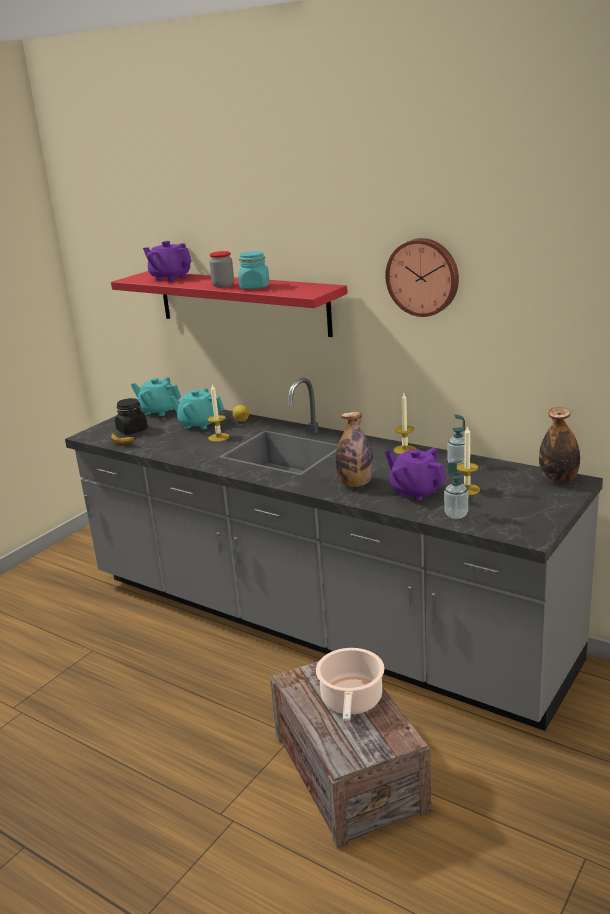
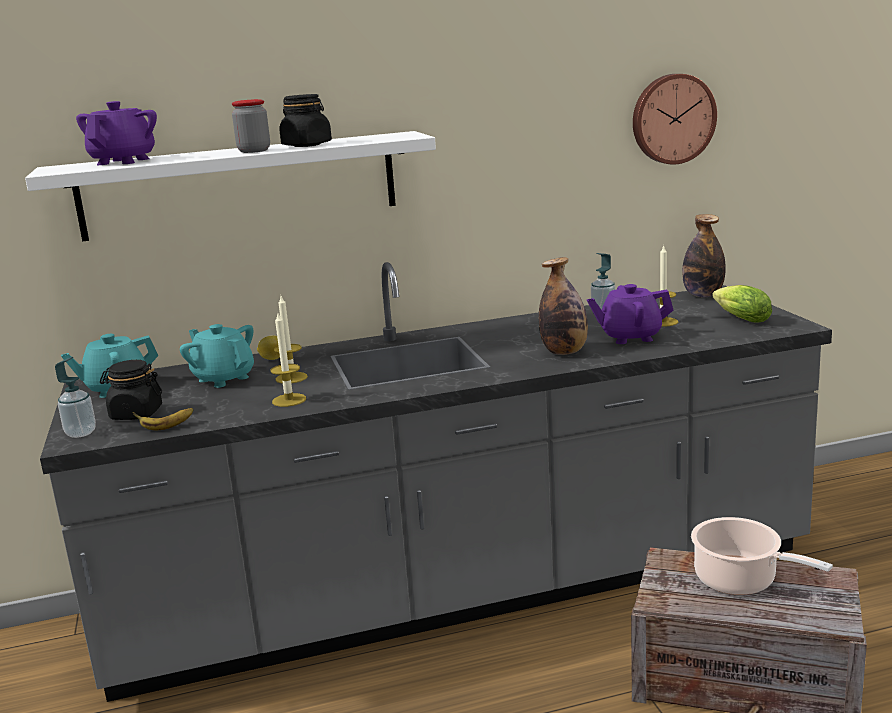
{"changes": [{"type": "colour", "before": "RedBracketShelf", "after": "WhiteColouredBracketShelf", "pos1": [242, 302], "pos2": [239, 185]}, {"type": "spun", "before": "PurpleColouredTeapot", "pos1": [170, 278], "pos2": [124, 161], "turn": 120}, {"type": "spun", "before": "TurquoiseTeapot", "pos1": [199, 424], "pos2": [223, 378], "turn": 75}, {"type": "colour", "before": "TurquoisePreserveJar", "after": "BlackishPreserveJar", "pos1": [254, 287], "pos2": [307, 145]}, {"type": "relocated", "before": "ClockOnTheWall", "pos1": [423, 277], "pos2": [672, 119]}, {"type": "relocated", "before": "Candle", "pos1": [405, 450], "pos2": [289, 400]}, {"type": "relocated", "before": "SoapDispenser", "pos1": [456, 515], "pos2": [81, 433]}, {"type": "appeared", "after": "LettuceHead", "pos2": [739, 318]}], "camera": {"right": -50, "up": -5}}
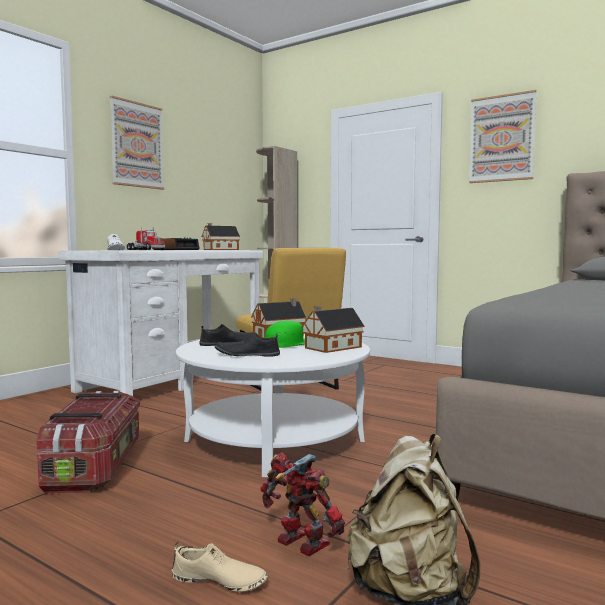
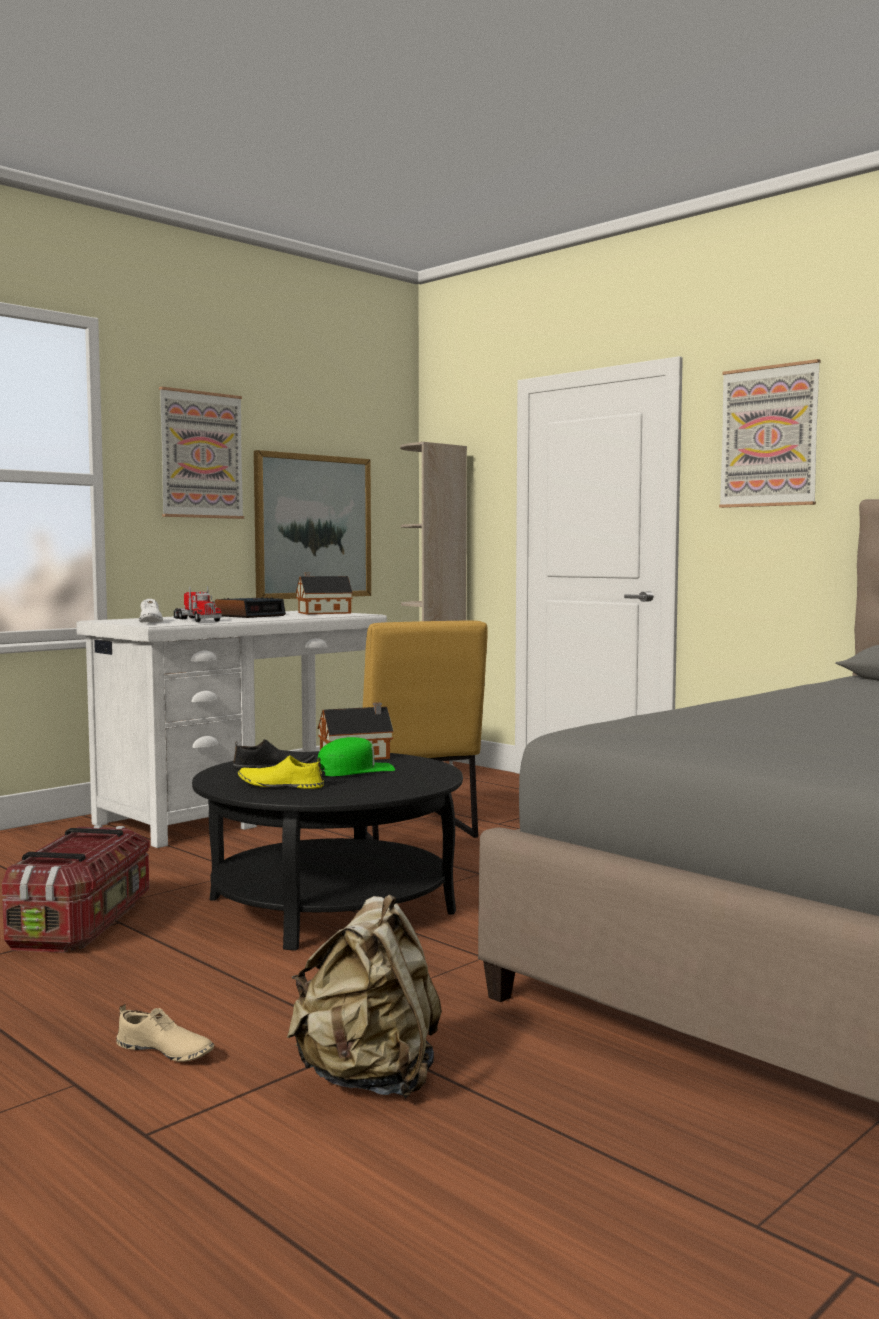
{"changes": [{"type": "colour", "before": "WhiteColouredCoffeeTable", "after": "BlackishCoffeeTable", "pos1": [274, 440], "pos2": [330, 905]}, {"type": "colour", "before": "BlackishLowShoe", "after": "YellowLowShoe", "pos1": [247, 355], "pos2": [280, 785]}, {"type": "missing", "before": "ModelRobot", "pos1": [300, 545]}, {"type": "missing", "before": "ToyHouse", "pos1": [331, 348]}, {"type": "appeared", "after": "WallArt", "pos2": [313, 526]}], "camera": {"right": 10, "up": 0}}
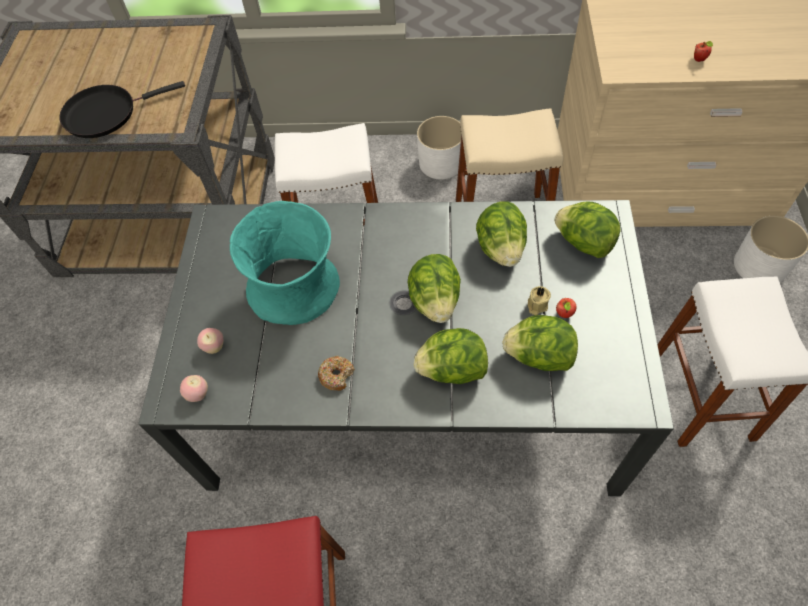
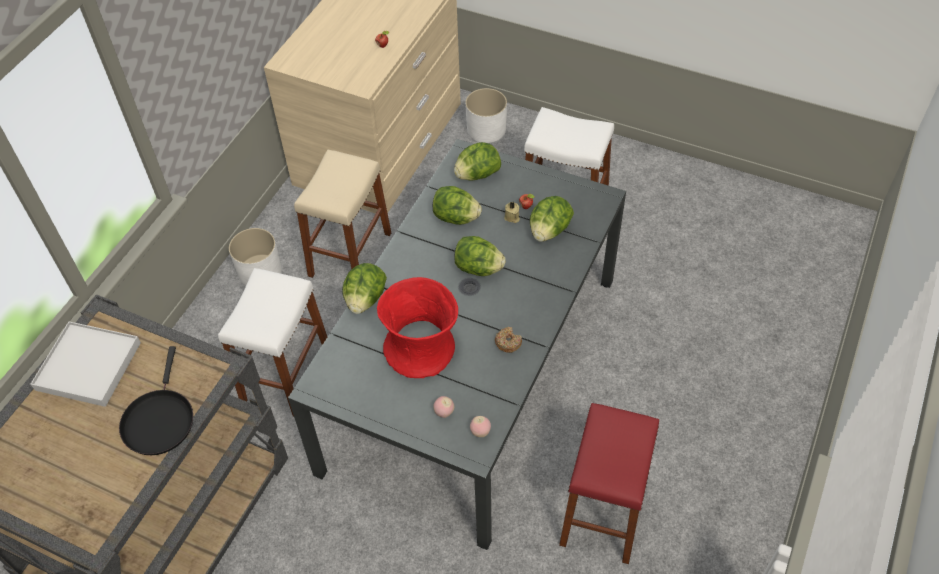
{"changes": [{"type": "colour", "before": "TurquoiseFlowerVase", "after": "RedFlowerVase", "pos1": [295, 290], "pos2": [421, 347]}, {"type": "relocated", "before": "LettuceHead", "pos1": [452, 369], "pos2": [365, 299]}, {"type": "appeared", "after": "WhiteColouredCarryingTray", "pos2": [88, 366]}], "camera": {"right": -70, "up": -5}}
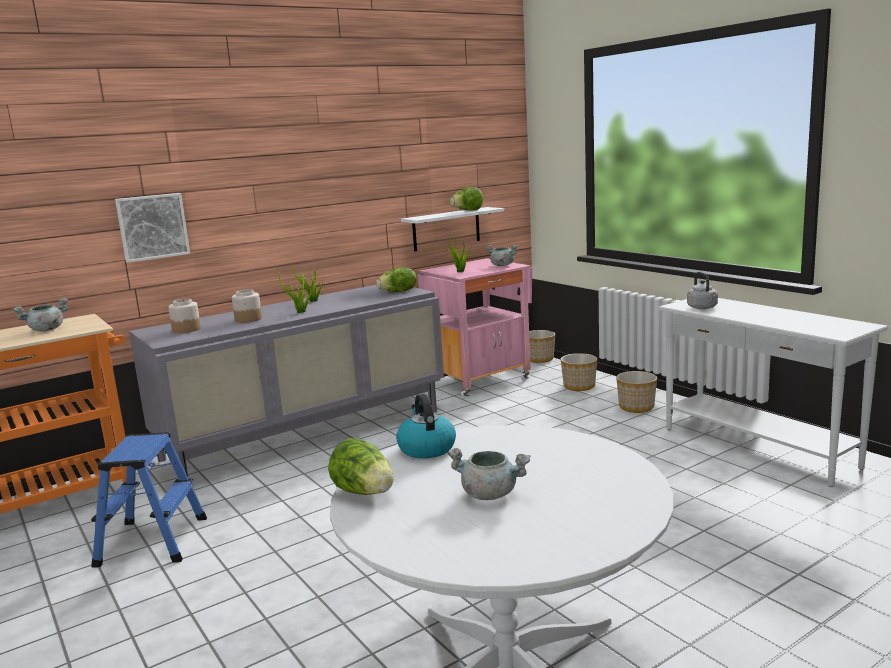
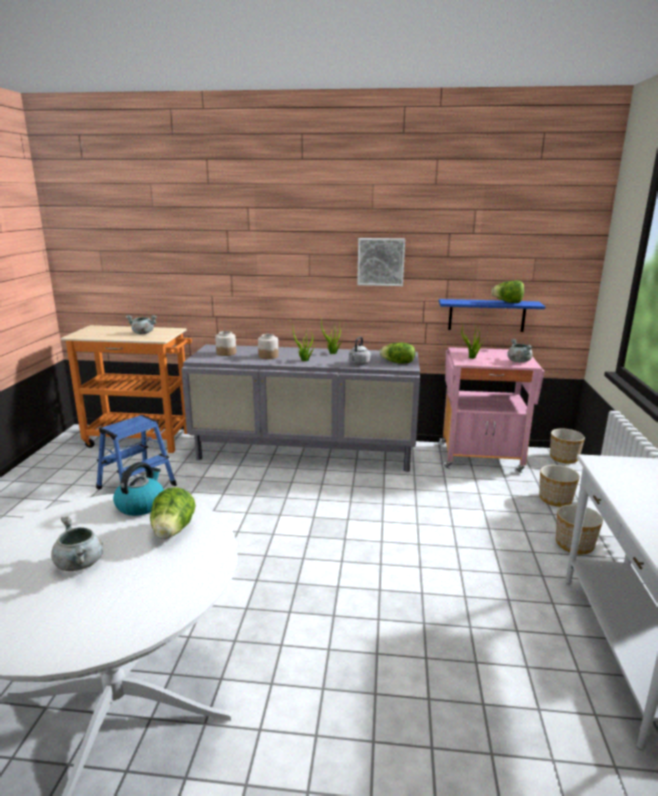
{"changes": [{"type": "relocated", "before": "WallArt", "pos1": [152, 226], "pos2": [381, 261]}, {"type": "relocated", "before": "LettuceHead", "pos1": [365, 492], "pos2": [173, 531]}, {"type": "colour", "before": "WhiteColouredBracketShelf", "after": "BluishBracketShelf", "pos1": [446, 229], "pos2": [486, 315]}, {"type": "relocated", "before": "GrayKettle", "pos1": [703, 308], "pos2": [358, 364]}], "camera": {"right": 40, "up": 5}}
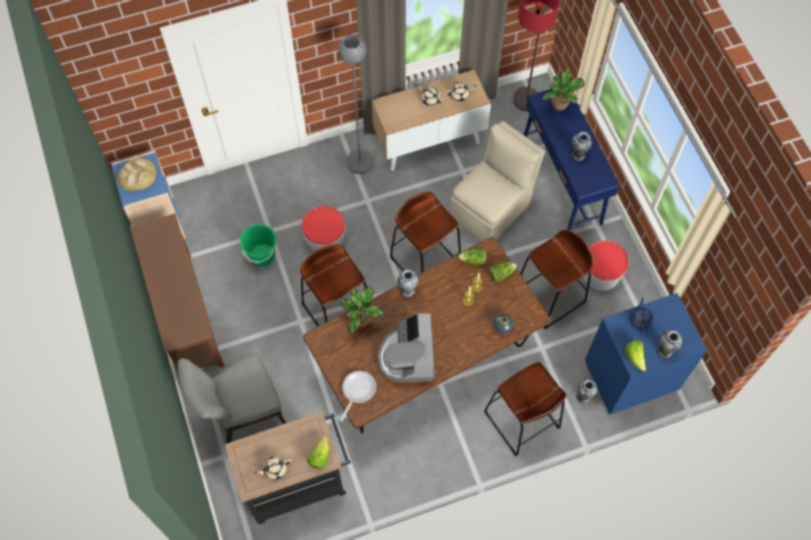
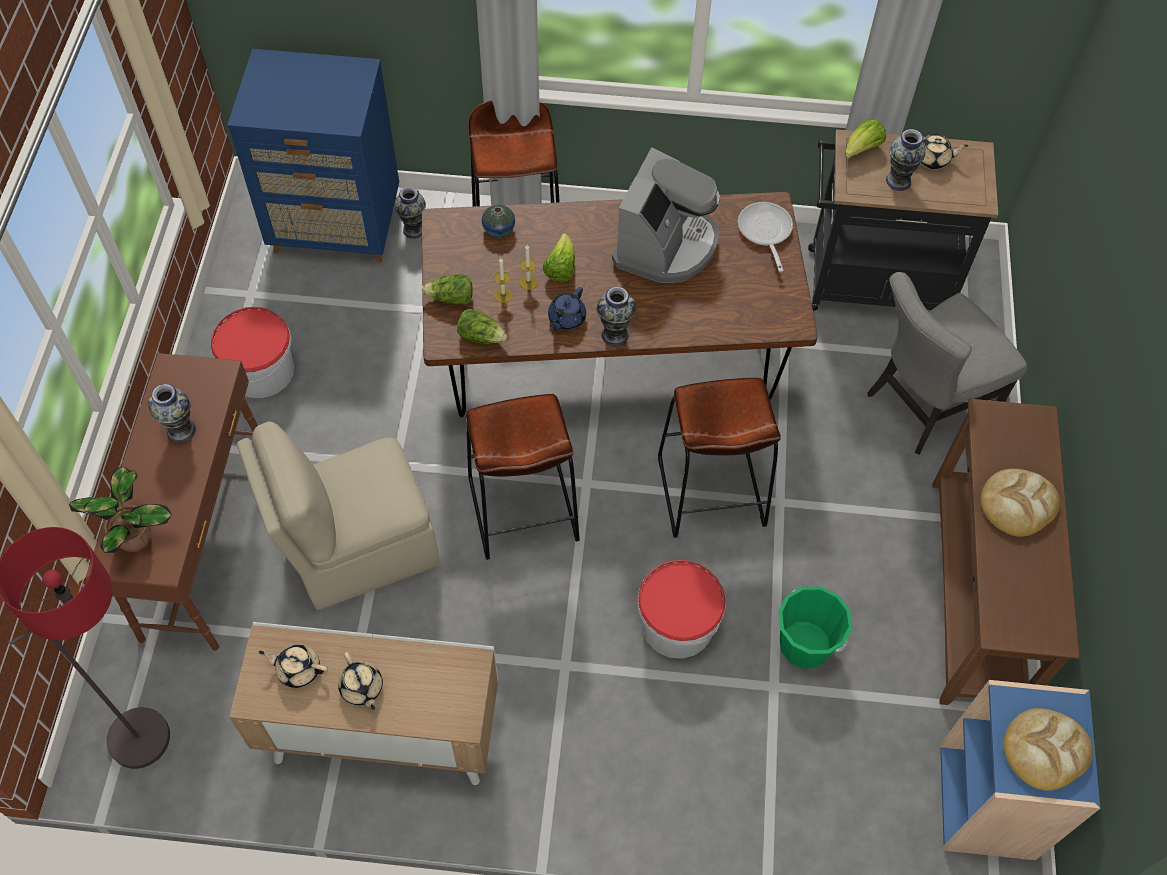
{"changes": [{"type": "spun", "before": "GrayPlainChair", "pos1": [241, 413], "pos2": [924, 405], "turn": 150}, {"type": "missing", "before": "GrayFloorLamp", "pos1": [360, 162]}, {"type": "spun", "before": "Skillet", "pos1": [357, 391], "pos2": [765, 232], "turn": 120}, {"type": "missing", "before": "Houseplant", "pos1": [362, 321]}, {"type": "missing", "before": "BrownishStoolSeat", "pos1": [549, 296]}, {"type": "colour", "before": "BluishConsoleTable", "after": "BrownishConsoleTable", "pos1": [560, 183], "pos2": [209, 541]}, {"type": "relocated", "before": "LettuceHead", "pos1": [634, 357], "pos2": [560, 268]}, {"type": "relocated", "before": "BluishTeapot", "pos1": [640, 320], "pos2": [566, 318]}, {"type": "relocated", "before": "FlowerVase", "pos1": [664, 351], "pos2": [898, 181]}, {"type": "appeared", "after": "BakeryBread", "pos2": [1017, 504]}], "camera": {"right": -155, "up": -5}}
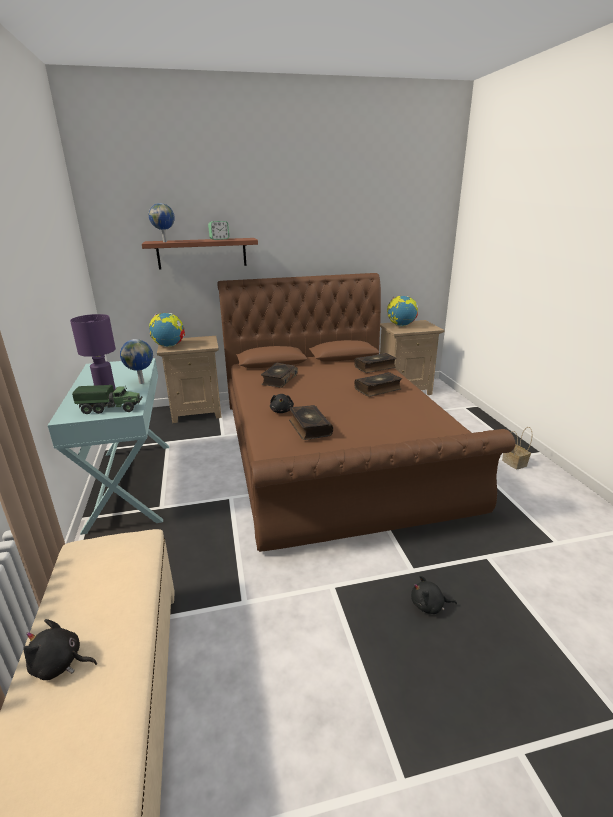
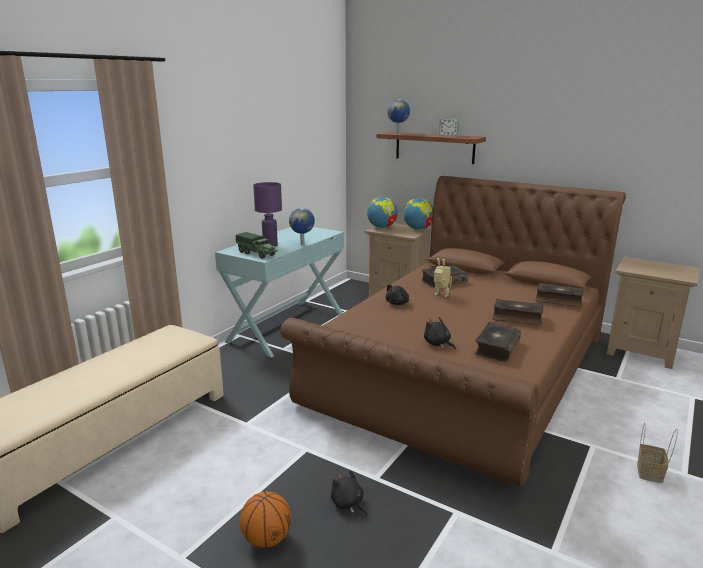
{"changes": [{"type": "relocated", "before": "BlackishPlushToy", "pos1": [60, 664], "pos2": [438, 344]}, {"type": "relocated", "before": "BoundBook", "pos1": [309, 428], "pos2": [496, 348]}, {"type": "relocated", "before": "Globe", "pos1": [401, 325], "pos2": [418, 229]}, {"type": "appeared", "after": "BasketballBall", "pos2": [267, 539]}, {"type": "appeared", "after": "ModelRobot", "pos2": [440, 295]}], "camera": {"right": 45, "up": -5}}
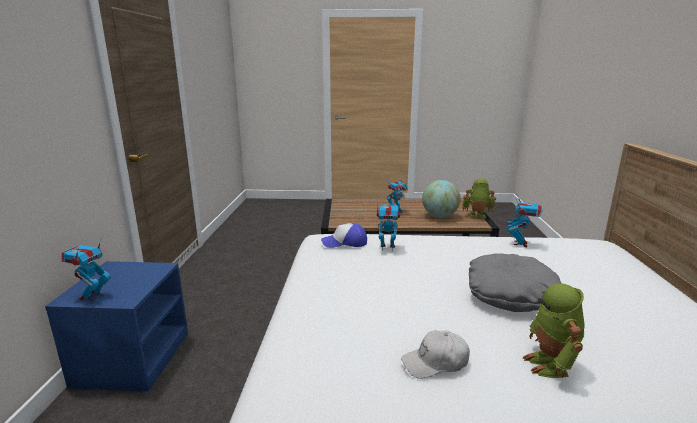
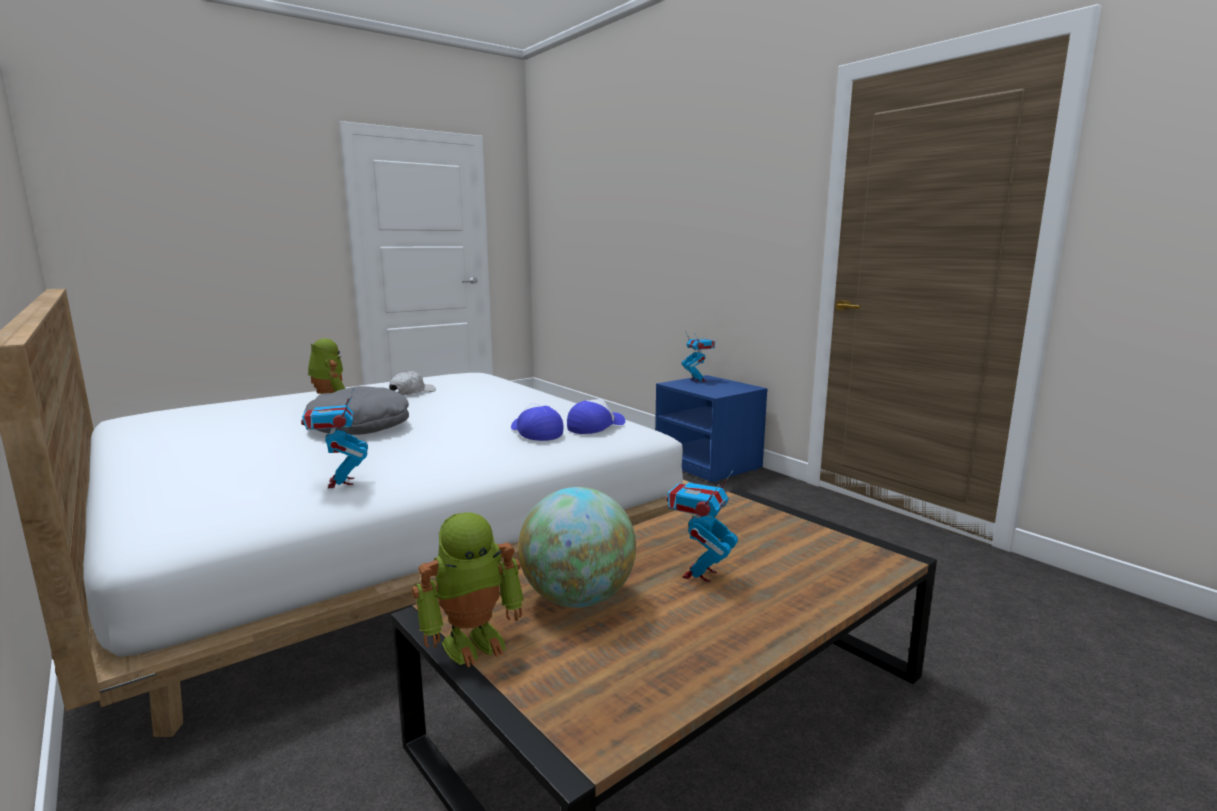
{"changes": [{"type": "exchanged", "before": "ModelRobot", "after": "Cap", "pos1": [387, 248], "pos2": [535, 432]}], "camera": {"right": 140, "up": -5}}
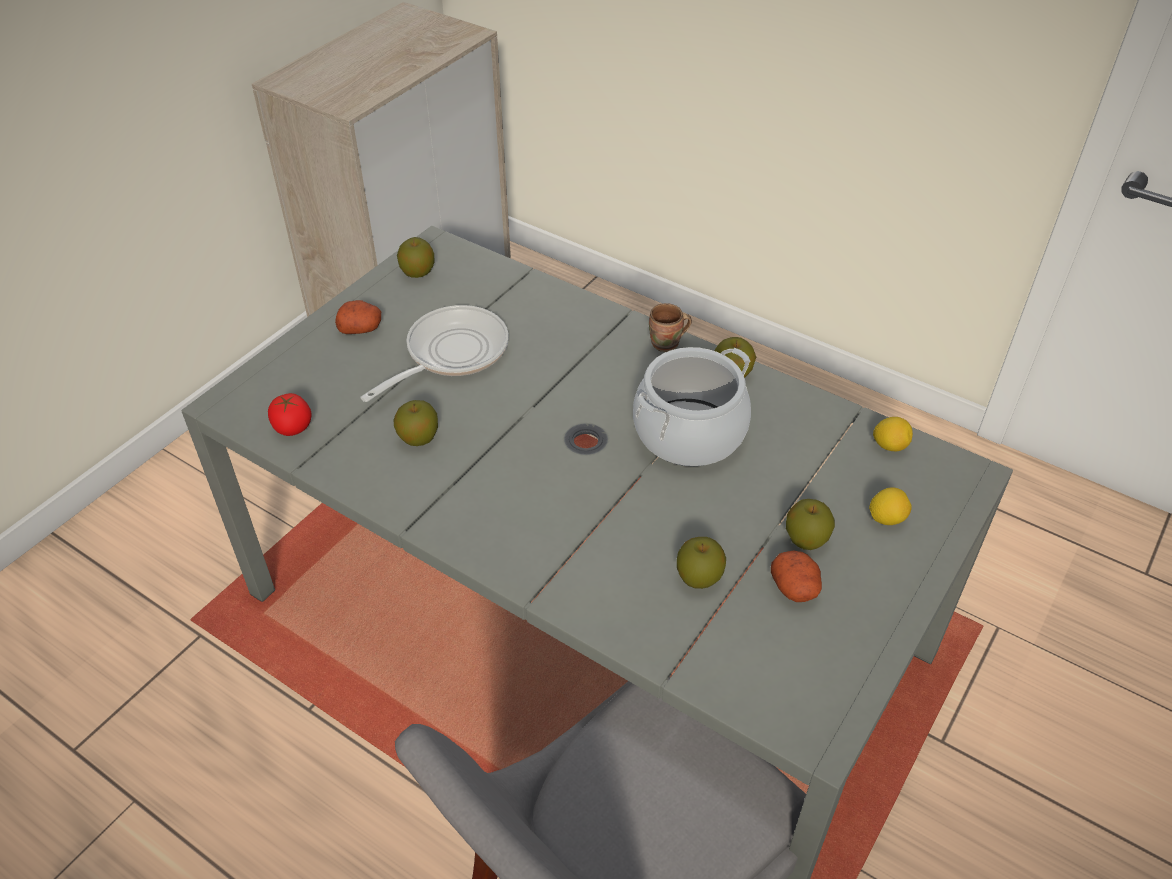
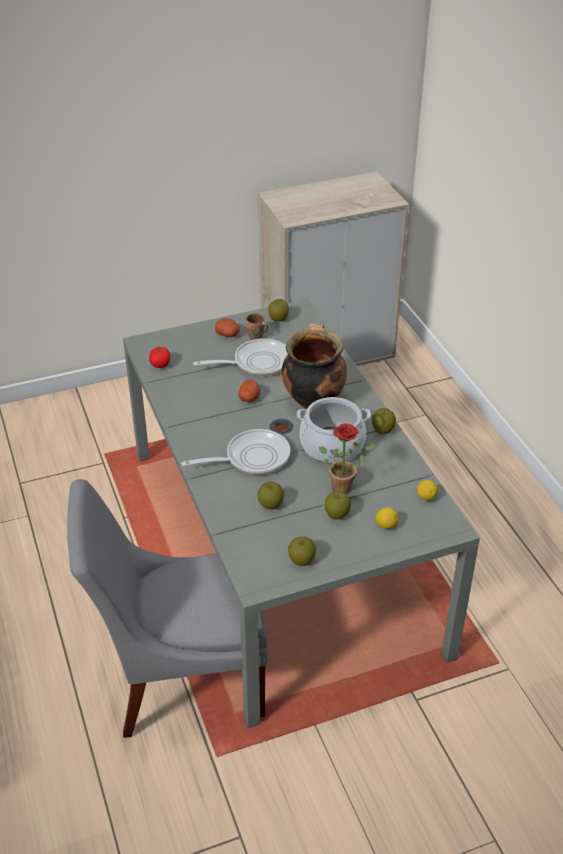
{"changes": [{"type": "relocated", "before": "WholeApple", "pos1": [418, 438], "pos2": [301, 560]}, {"type": "relocated", "before": "BrownishMug", "pos1": [667, 344], "pos2": [256, 336]}, {"type": "relocated", "before": "Spud", "pos1": [795, 588], "pos2": [249, 398]}, {"type": "appeared", "after": "Skillet", "pos2": [252, 458]}, {"type": "appeared", "after": "CookingPot", "pos2": [313, 399]}, {"type": "appeared", "after": "Houseplant", "pos2": [345, 486]}], "camera": {"right": 35, "up": -5}}
